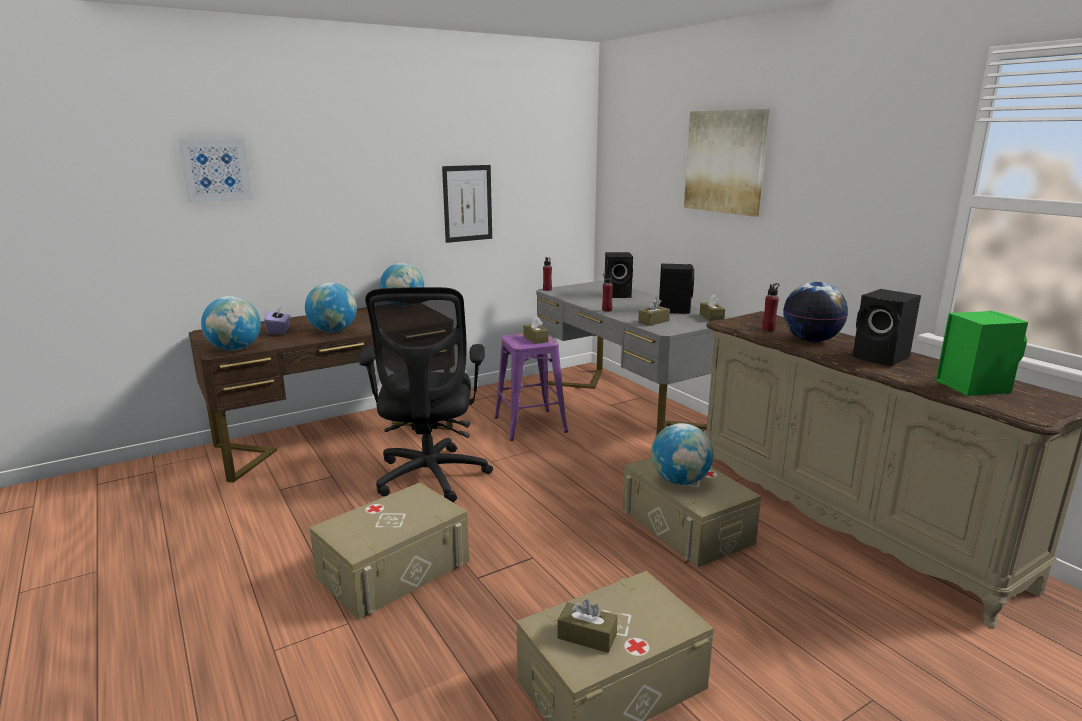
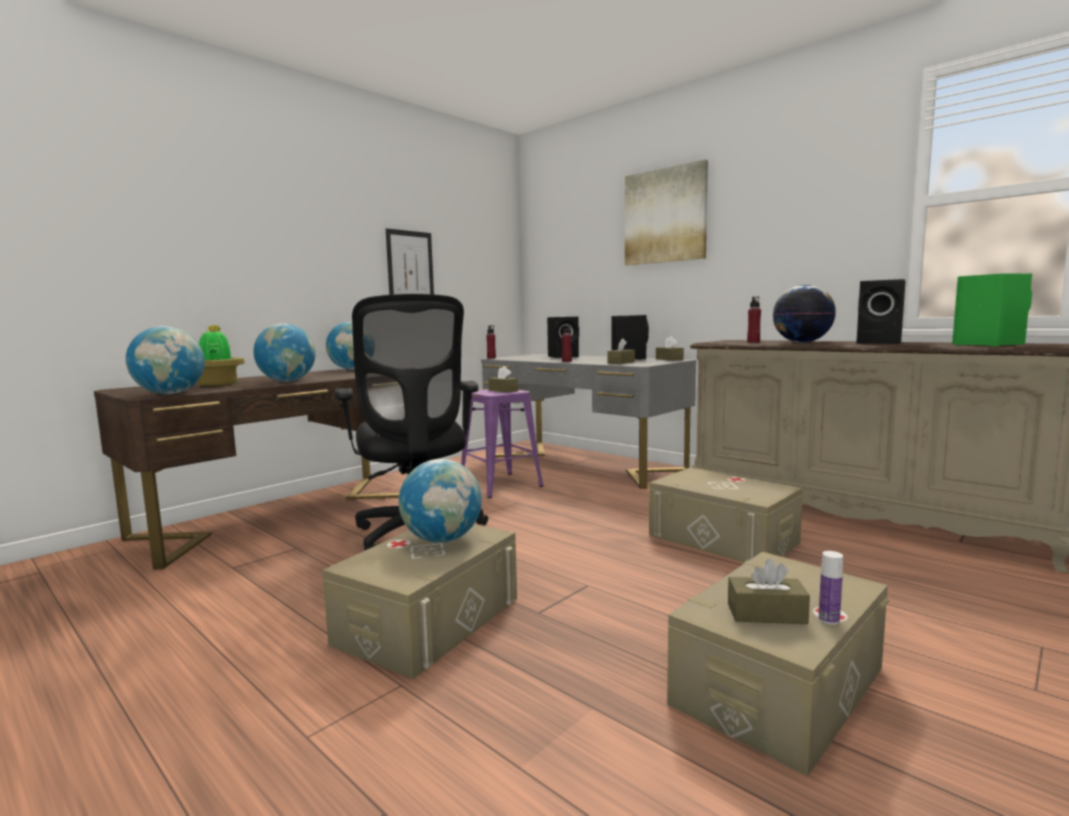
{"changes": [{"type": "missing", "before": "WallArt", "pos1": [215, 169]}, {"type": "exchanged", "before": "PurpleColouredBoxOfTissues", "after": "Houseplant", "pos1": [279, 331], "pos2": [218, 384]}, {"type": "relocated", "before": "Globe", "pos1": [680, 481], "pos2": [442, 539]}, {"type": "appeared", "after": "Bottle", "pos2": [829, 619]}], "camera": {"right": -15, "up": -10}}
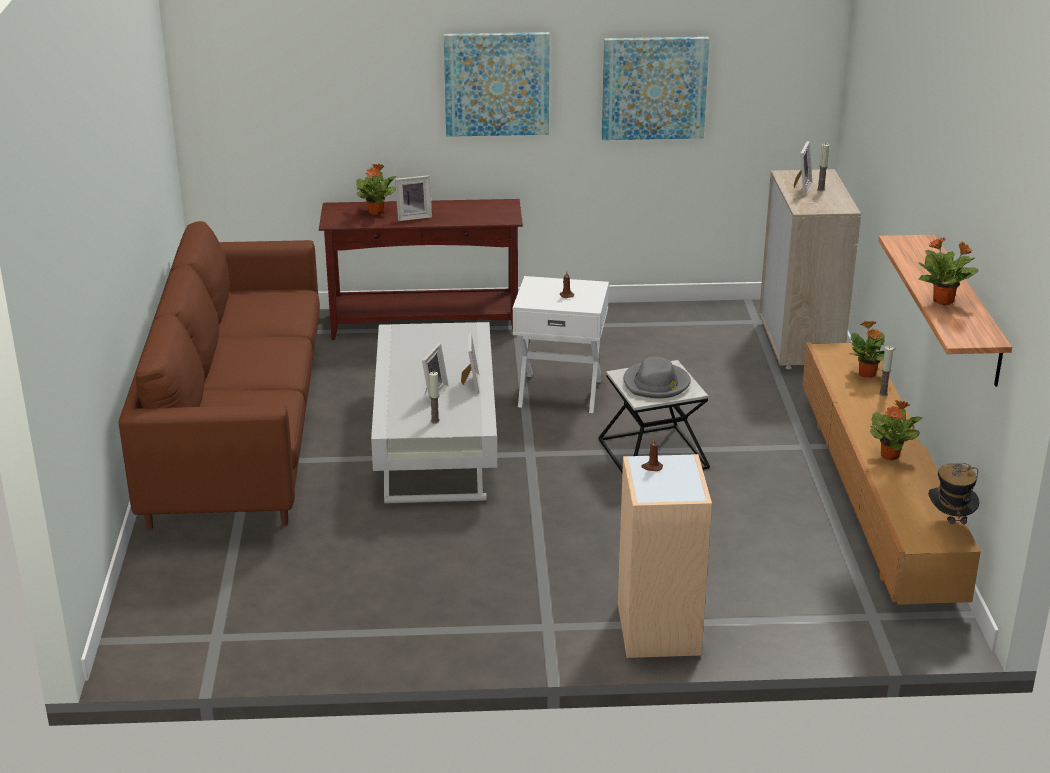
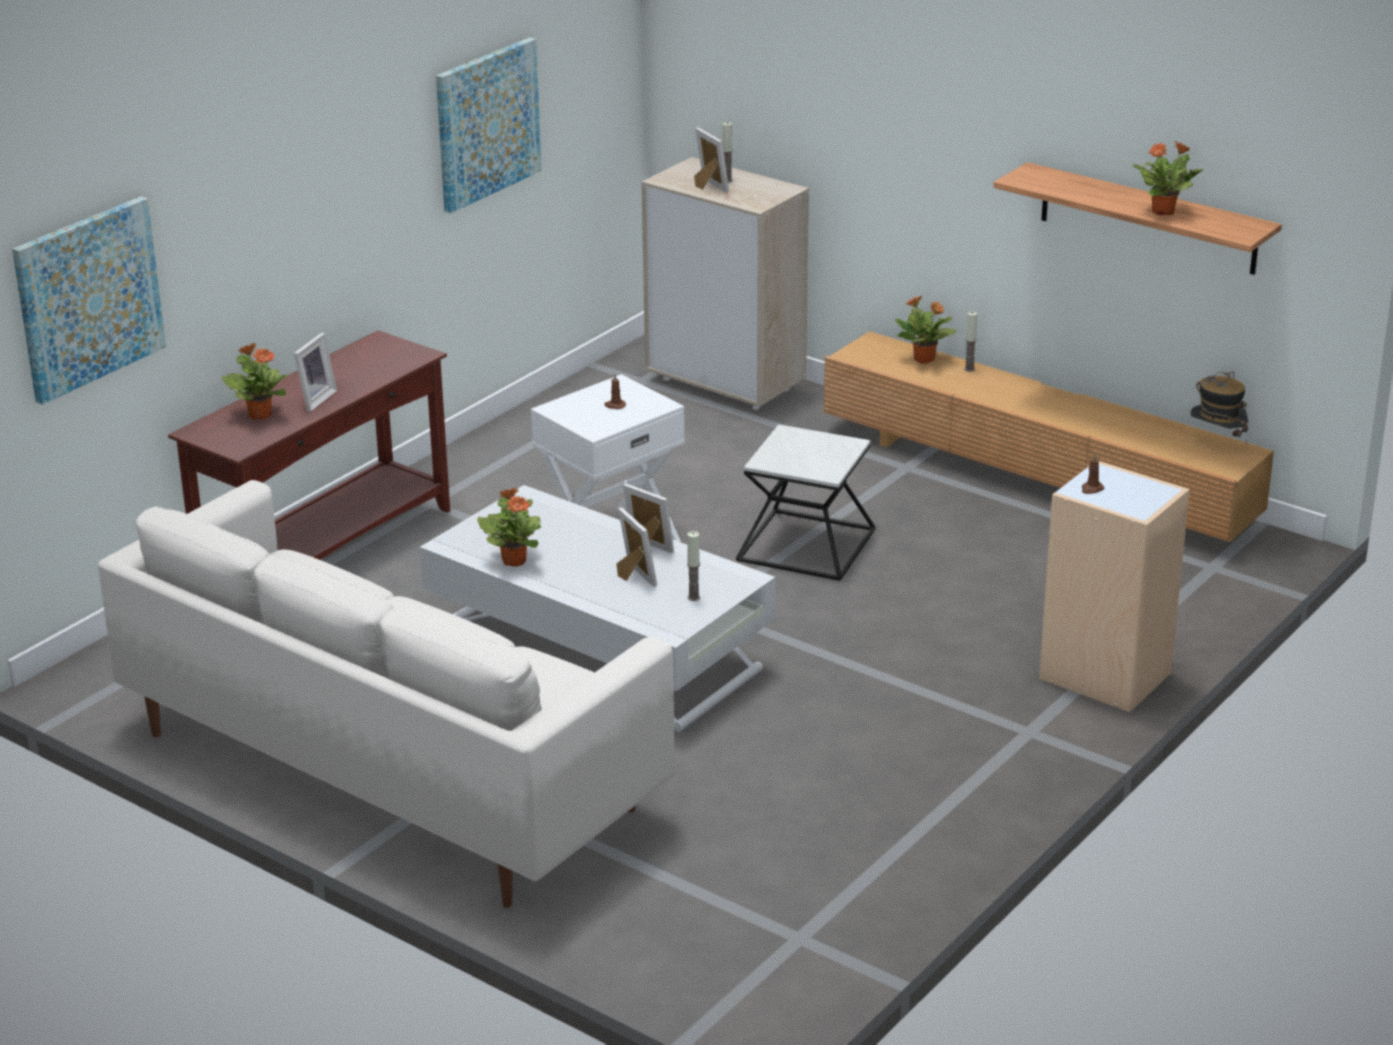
{"changes": [{"type": "colour", "before": "BrownishCouch", "after": "WhiteColouredCouch", "pos1": [239, 436], "pos2": [389, 769]}, {"type": "relocated", "before": "WallArt", "pos1": [496, 84], "pos2": [88, 298]}, {"type": "missing", "before": "GrayClothingHat", "pos1": [656, 384]}, {"type": "relocated", "before": "Houseplant", "pos1": [890, 455], "pos2": [514, 560]}], "camera": {"right": -50, "up": 0}}
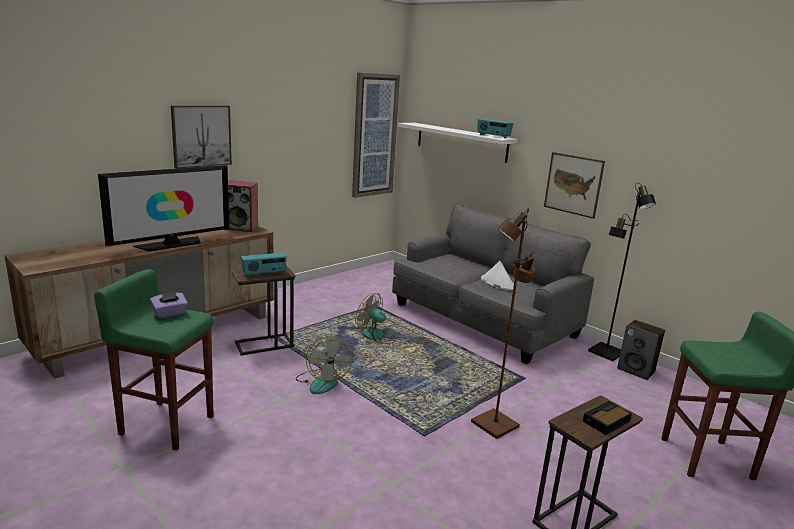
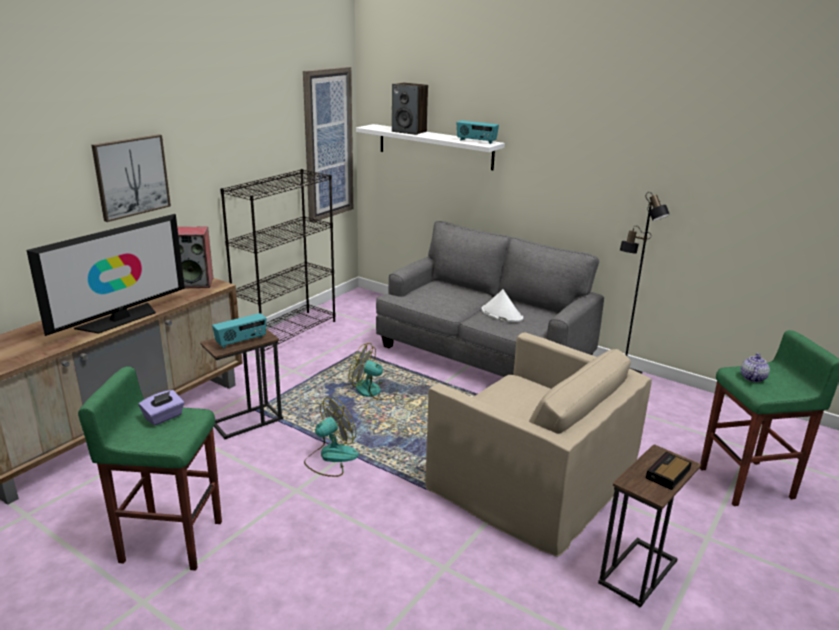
{"changes": [{"type": "spun", "before": "Fan", "pos1": [322, 381], "pos2": [331, 457], "turn": -105}, {"type": "exchanged", "before": "BrownishFloorLamp", "after": "SandColouredEasyChair", "pos1": [495, 424], "pos2": [532, 480]}, {"type": "missing", "before": "WallArt", "pos1": [573, 184]}, {"type": "relocated", "before": "AudioSpeaker", "pos1": [636, 370], "pos2": [409, 131]}, {"type": "appeared", "after": "BlackishBookcase", "pos2": [287, 332]}, {"type": "appeared", "after": "Teapot", "pos2": [752, 378]}], "camera": {"right": -10, "up": 5}}
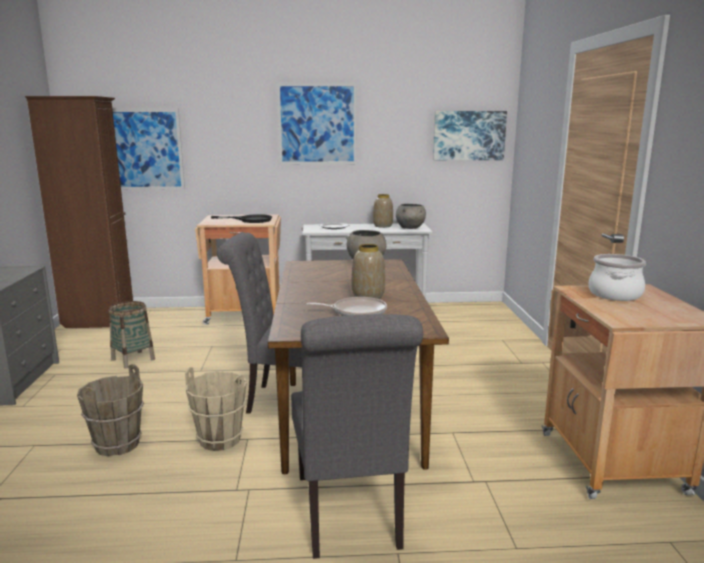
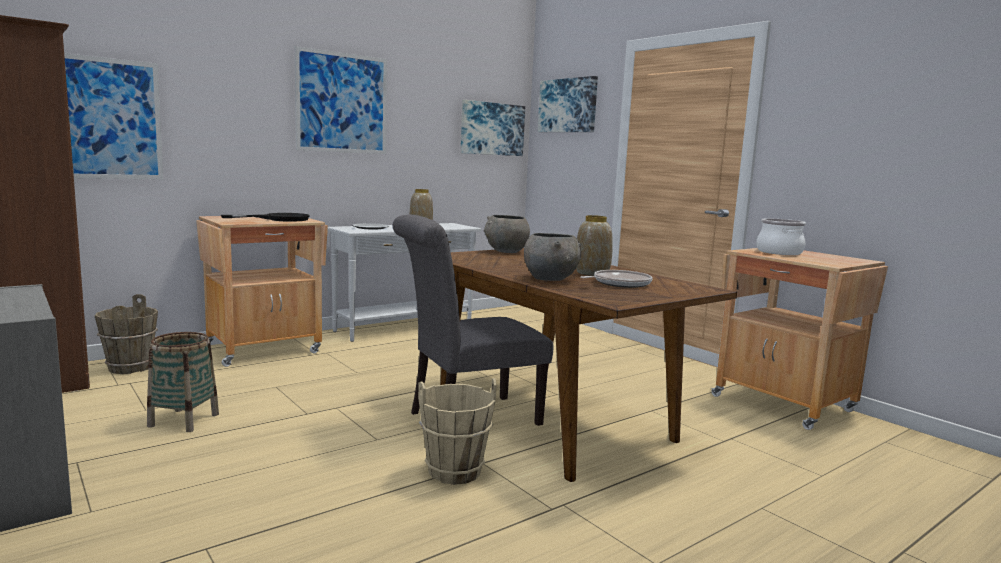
{"changes": [{"type": "relocated", "before": "BrownishBucket", "pos1": [117, 445], "pos2": [129, 368]}, {"type": "missing", "before": "GrayPlainChair", "pos1": [350, 516]}, {"type": "relocated", "before": "GrayBowl", "pos1": [410, 228], "pos2": [550, 279]}, {"type": "appeared", "after": "WallArt", "pos2": [568, 105]}], "camera": {"right": -35, "up": -5}}
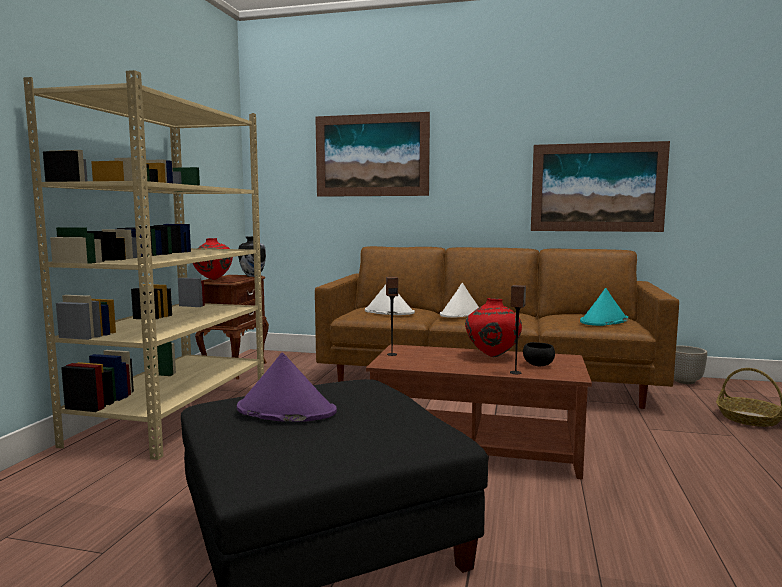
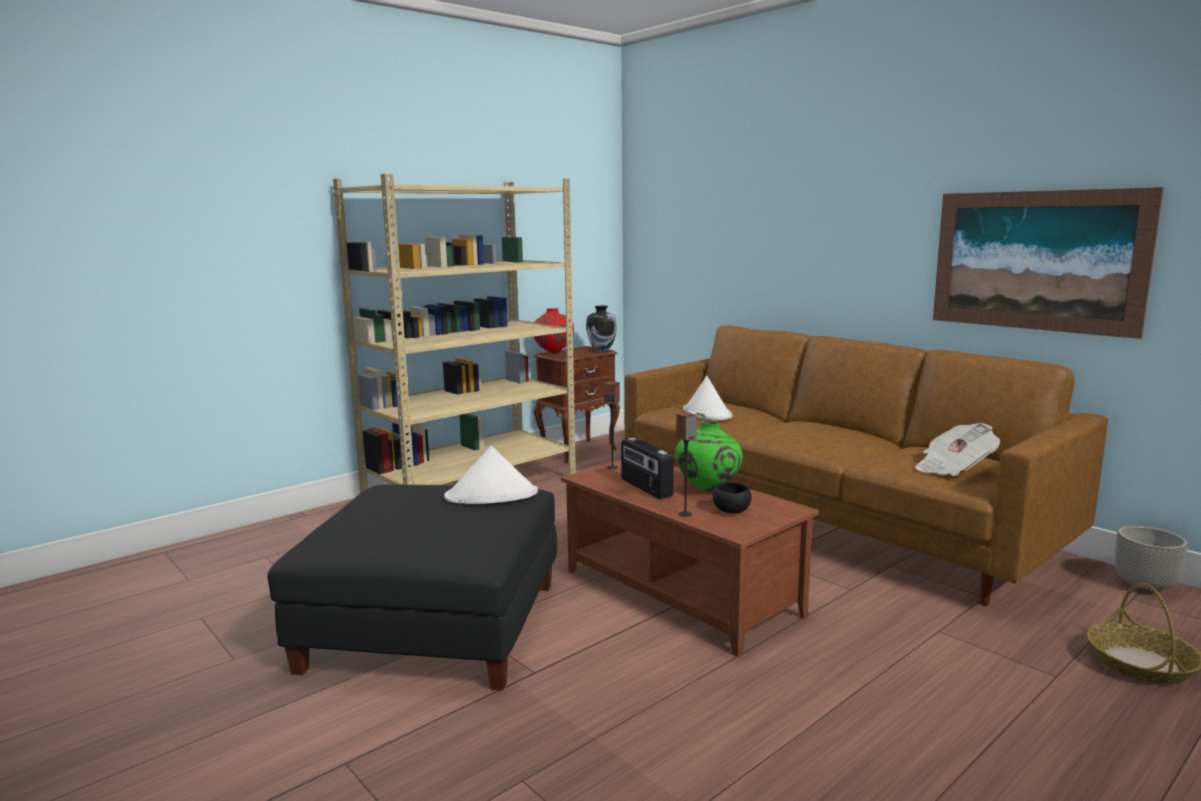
{"changes": [{"type": "missing", "before": "PurpleColouredClothingHat", "pos1": [285, 410]}, {"type": "missing", "before": "WallArt", "pos1": [371, 155]}, {"type": "relocated", "before": "WhiteColouredClothingHat", "pos1": [461, 314], "pos2": [492, 495]}, {"type": "colour", "before": "RedFlowerVase", "after": "GreenColouredFlowerVase", "pos1": [492, 356], "pos2": [707, 490]}, {"type": "exchanged", "before": "TurquoiseClothingHat", "after": "Newspaper", "pos1": [604, 321], "pos2": [953, 469]}, {"type": "appeared", "after": "RadioSet", "pos2": [645, 488]}], "camera": {"right": 35, "up": 5}}
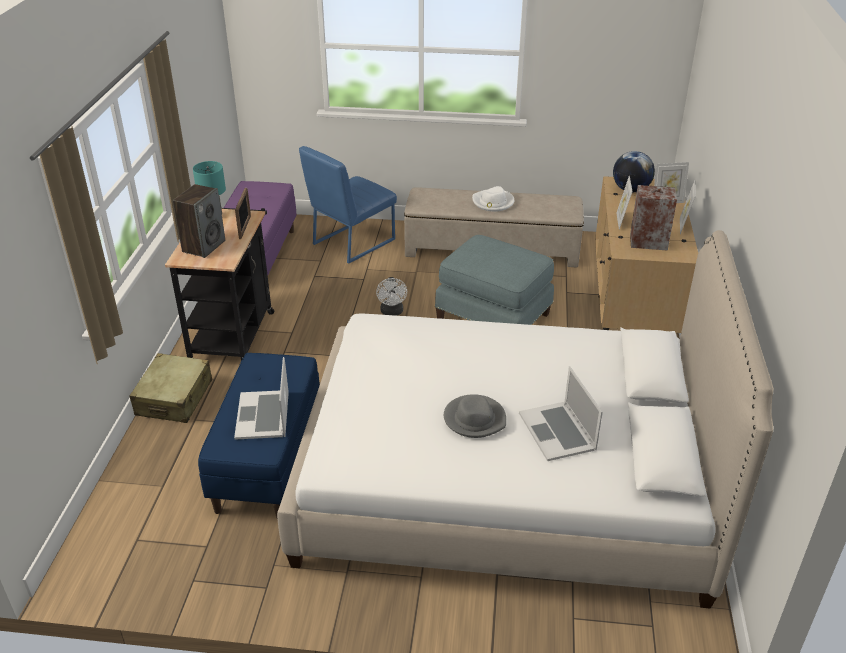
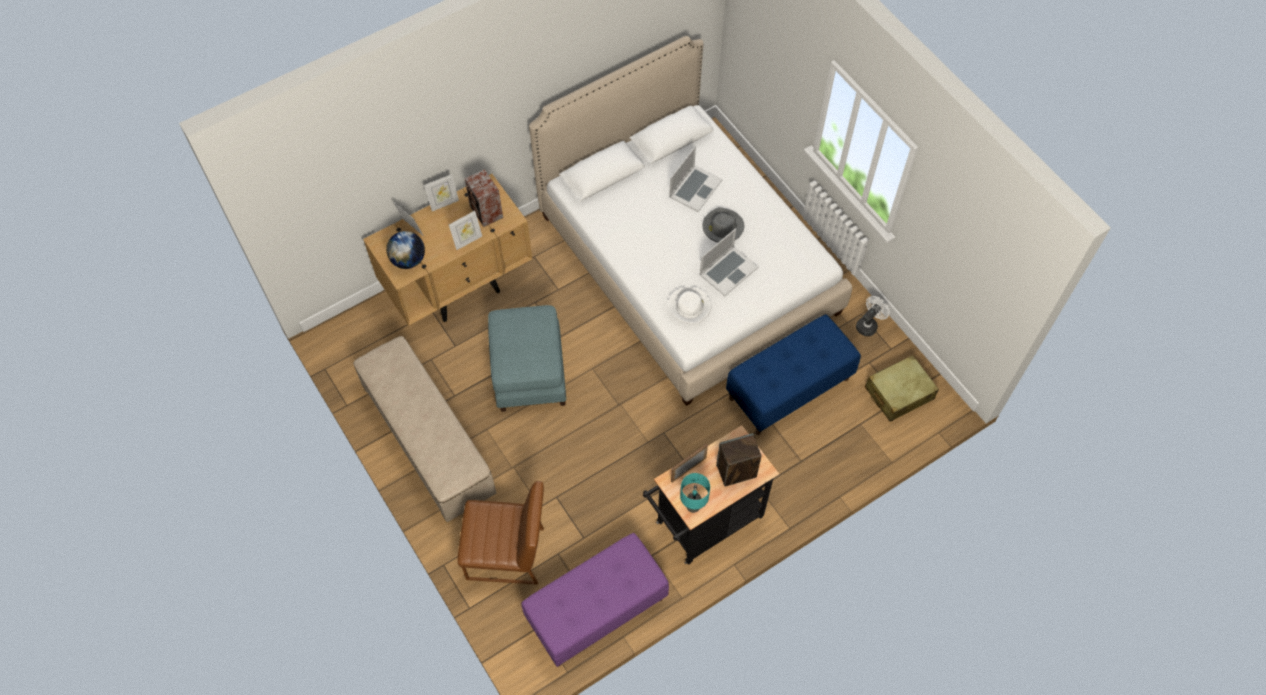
{"changes": [{"type": "relocated", "before": "SandColouredSuitcase", "pos1": [174, 398], "pos2": [898, 393]}, {"type": "relocated", "before": "Laptop", "pos1": [263, 415], "pos2": [728, 270]}, {"type": "colour", "before": "BluishPlainChair", "after": "BrownishPlainChair", "pos1": [351, 242], "pos2": [508, 554]}, {"type": "relocated", "before": "WhiteColouredFan", "pos1": [392, 312], "pos2": [868, 325]}, {"type": "relocated", "before": "WhiteColouredClothingHat", "pos1": [493, 202], "pos2": [690, 306]}], "camera": {"right": -130, "up": 25}}
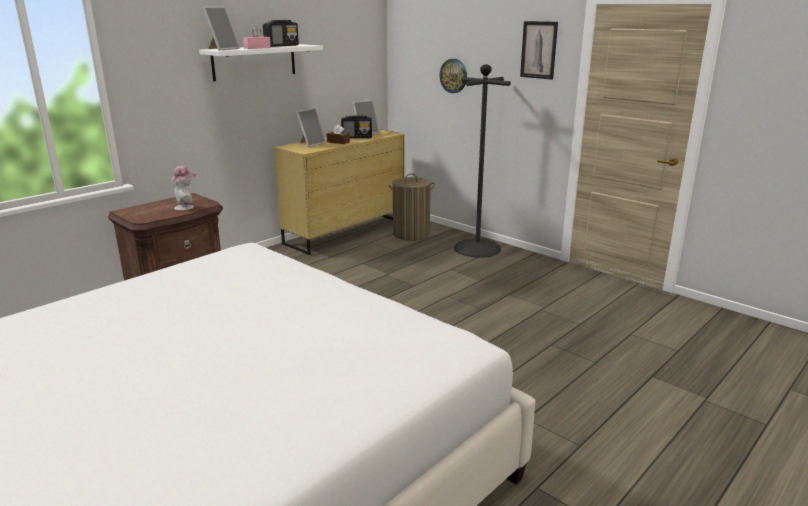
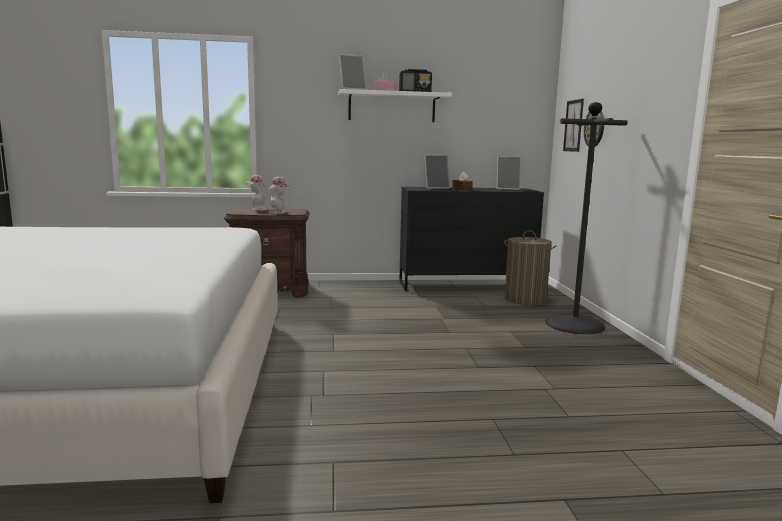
{"changes": [{"type": "colour", "before": "SandColouredDresser", "after": "BlackishDresser", "pos1": [345, 232], "pos2": [466, 285]}, {"type": "missing", "before": "RadioSet", "pos1": [357, 137]}, {"type": "relocated", "before": "WallArt", "pos1": [538, 50], "pos2": [573, 125]}, {"type": "appeared", "after": "ClothingHat", "pos2": [257, 209]}], "camera": {"right": 40, "up": -10}}
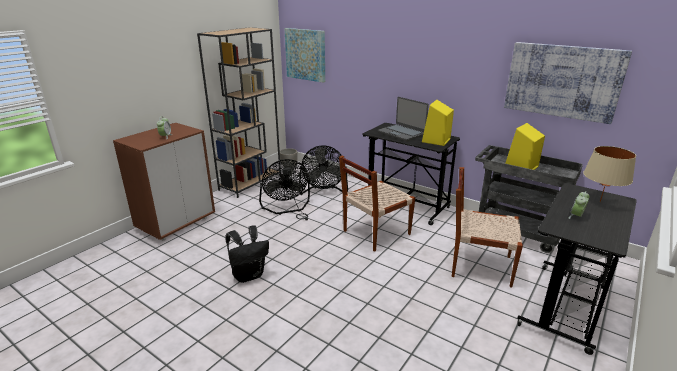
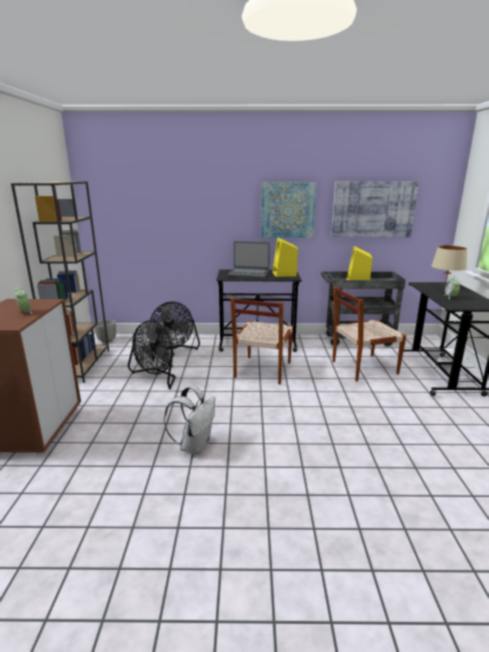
{"changes": [{"type": "colour", "before": "BlackishBackpack", "after": "WhiteColouredBackpack", "pos1": [249, 275], "pos2": [194, 445]}, {"type": "spun", "before": "BlackishFan", "pos1": [289, 209], "pos2": [157, 376], "turn": -90}, {"type": "relocated", "before": "WallArt", "pos1": [305, 54], "pos2": [287, 210]}], "camera": {"right": -35, "up": -5}}
